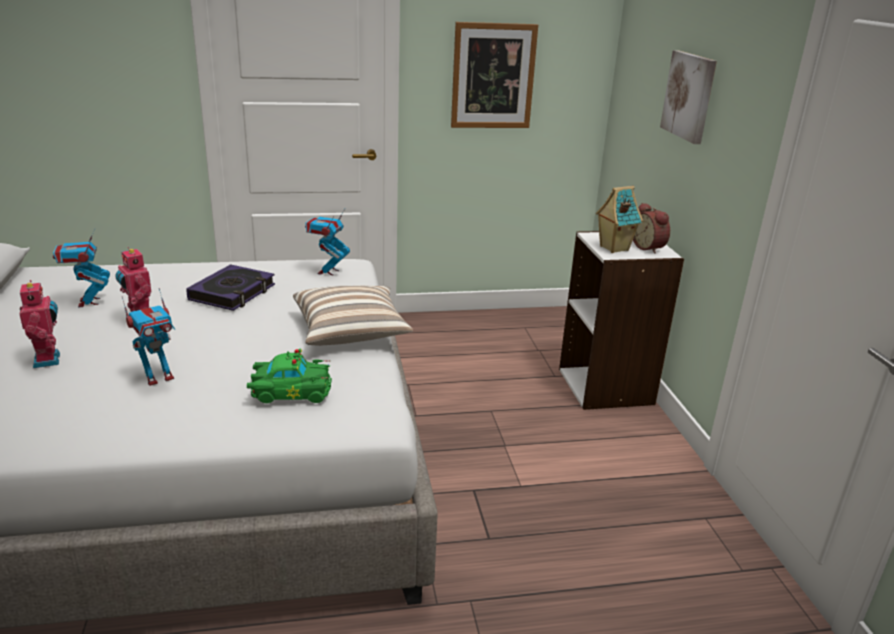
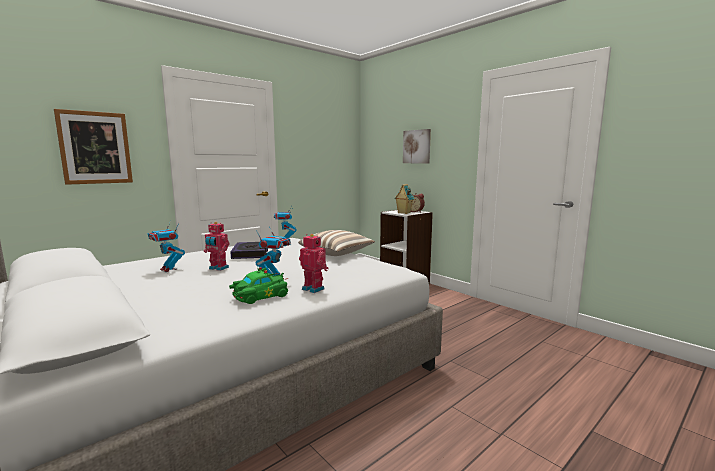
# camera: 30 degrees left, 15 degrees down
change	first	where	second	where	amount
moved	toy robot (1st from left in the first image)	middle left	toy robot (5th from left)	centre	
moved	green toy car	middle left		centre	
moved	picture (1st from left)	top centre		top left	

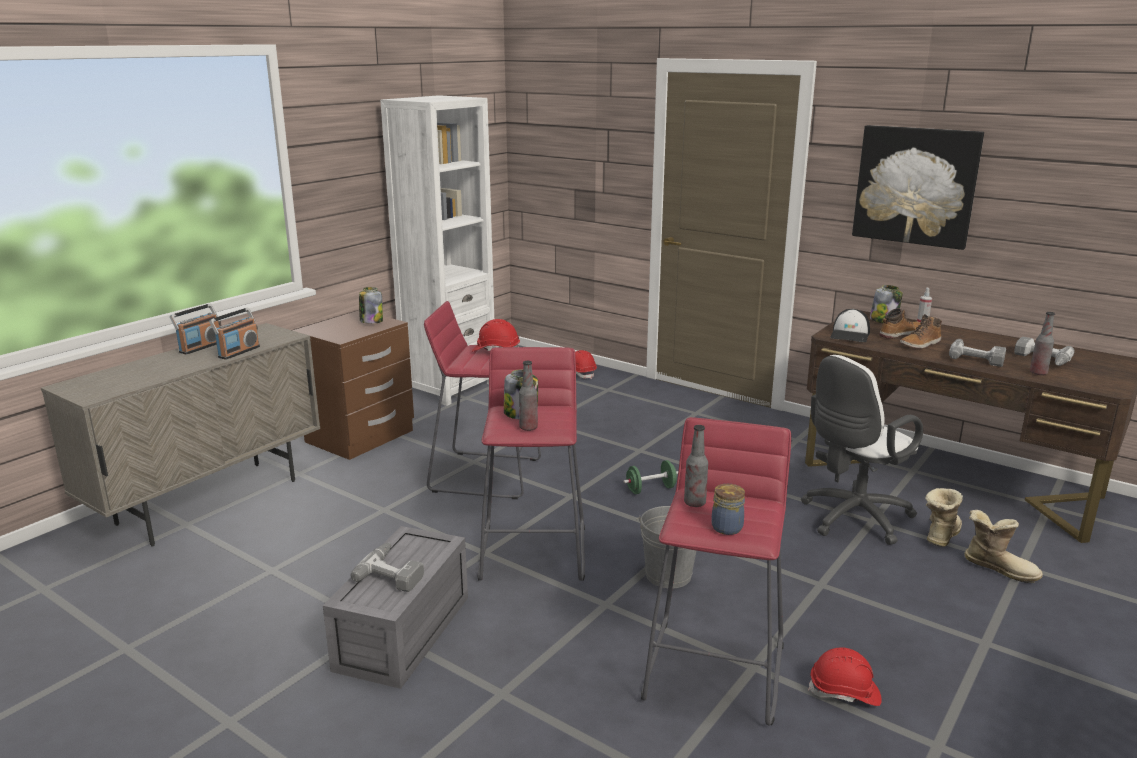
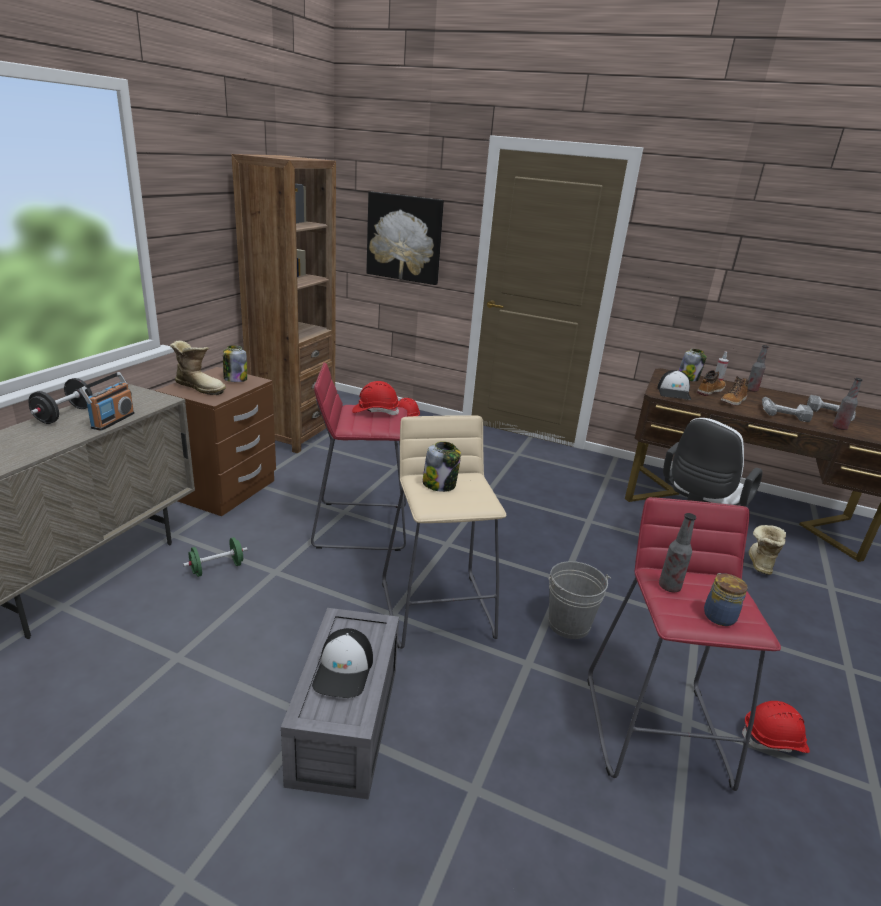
# camera: 15 degrees left, 5 degrees up
change	first	where	second	where	amount
replaced	radio (1st from left)	middle left	black dumbbell	middle left	
replaced	power drill (1st from left)	bottom centre	cap (1st from left)	bottom centre	
recoloured	white bookcase	top centre	brown bookcase	middle left	
recoloured	red stool (2nd from left)	centre	beige stool	centre	
moved	bottle (1st from left in the first image)	centre	bottle (2nd from left)	middle right	
moved	green dumbbell	centre		middle left	
moved	picture	top right		top centre	
moved	boot (4th from left in the first image)	bottom right	boot (1st from left)	middle left	

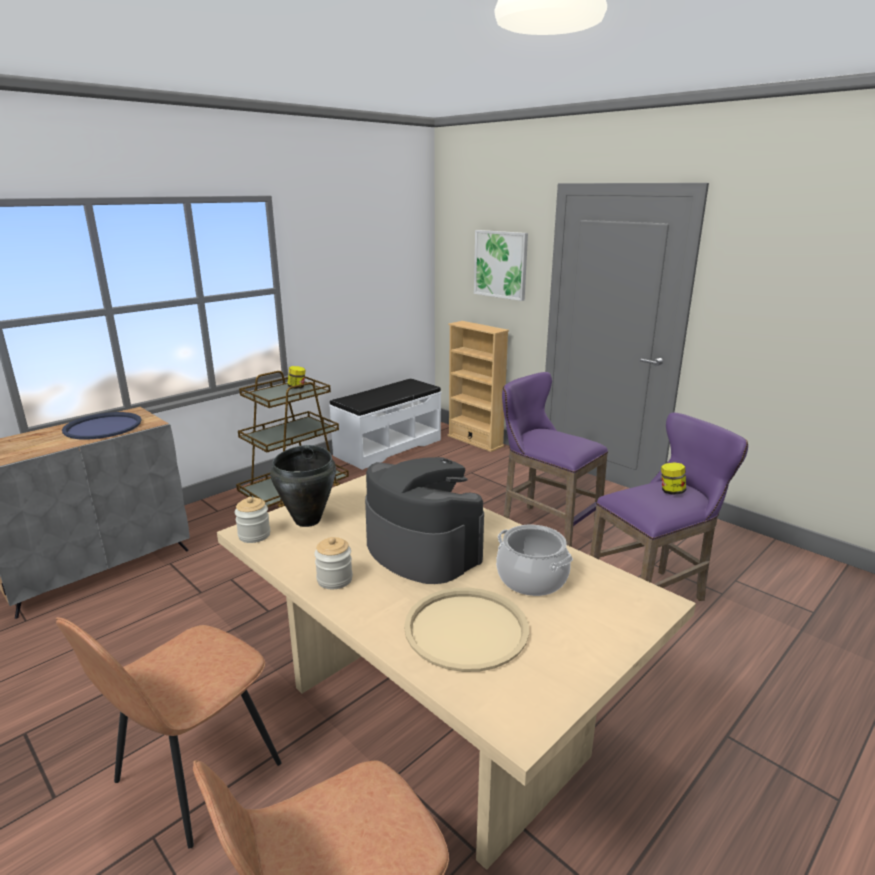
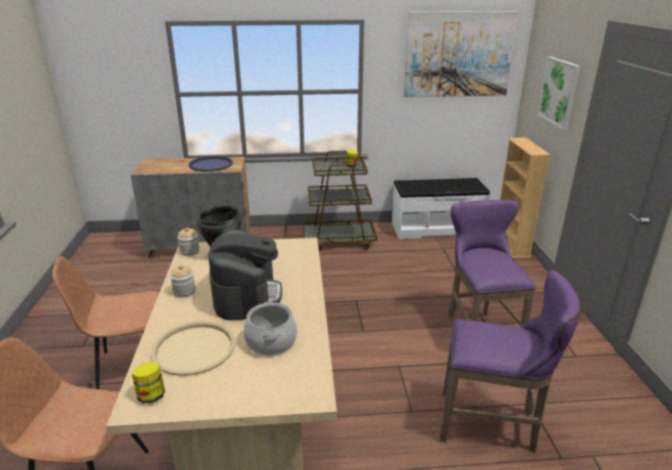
# camera: 40 degrees right, 5 degrees up
change	first	where	second	where	amount
moved	jar (4th from left in the first image)	middle right	jar (1st from left)	bottom left	
added			picture (1st from left)	top right	

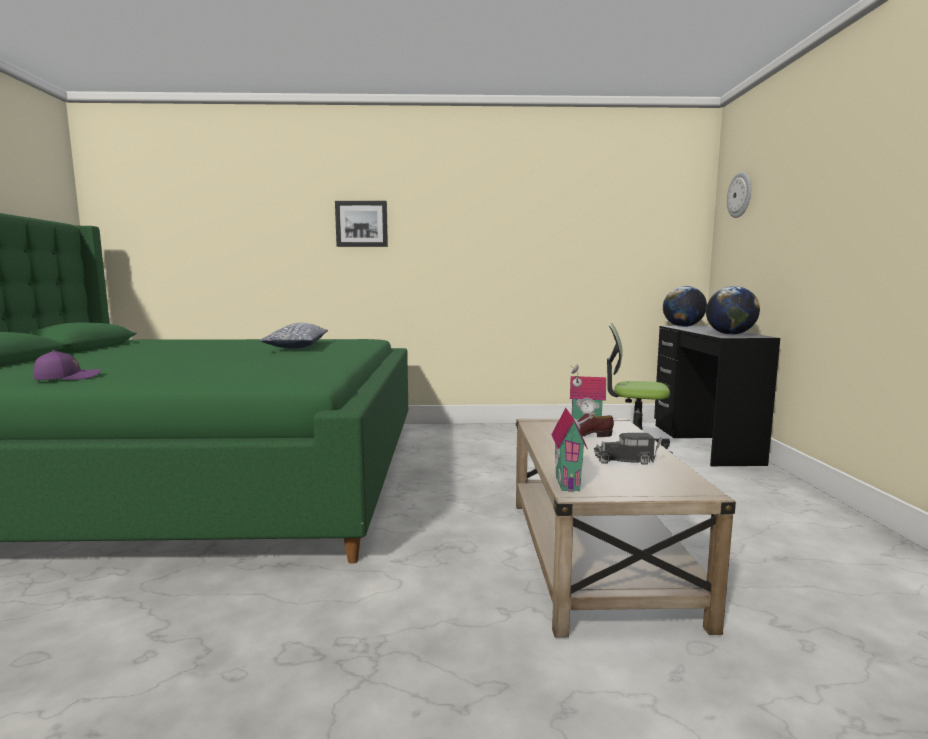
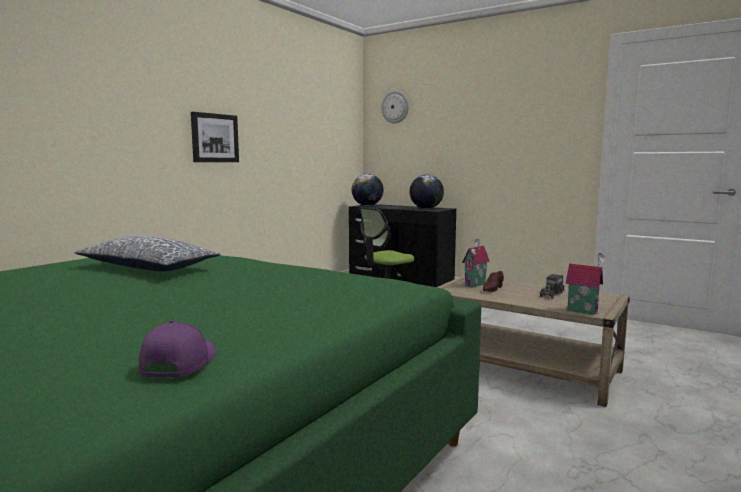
# camera: 55 degrees left, 0 degrees up
change	first	where	second	where	amount
moved	picture	top centre		top left	

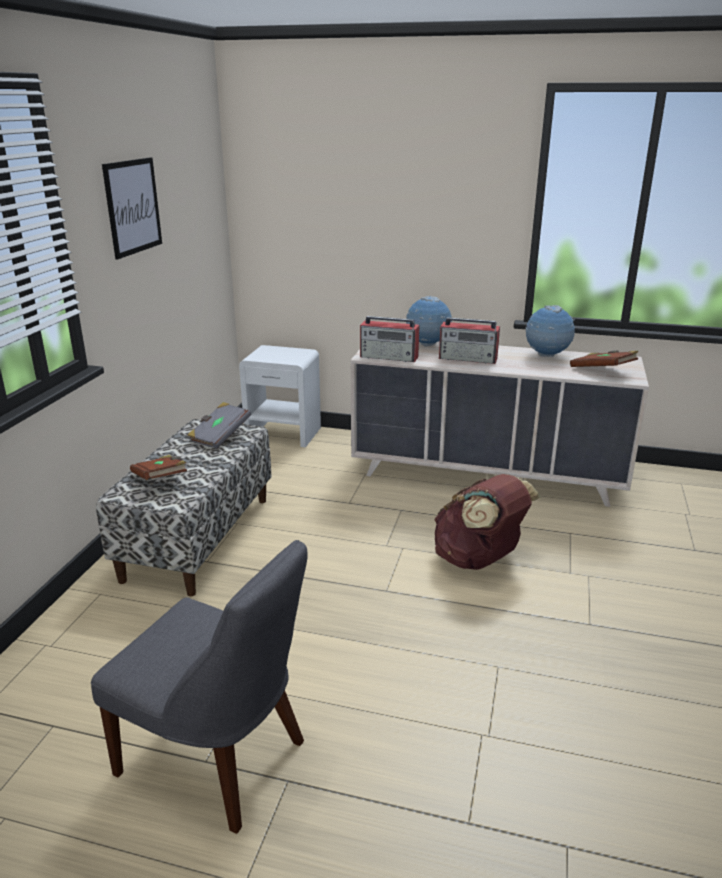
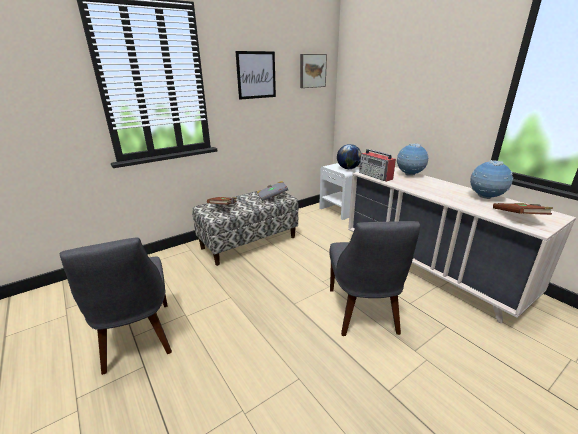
# camera: 40 degrees right, 0 degrees up
change	first	where	second	where	amount
replaced	brown backpack	middle right	grey chair (2nd from left)	centre	
removed	radio (2nd from left)	centre			
added			picture (2nd from left)	top centre	
added			globe (1st from left)	centre	

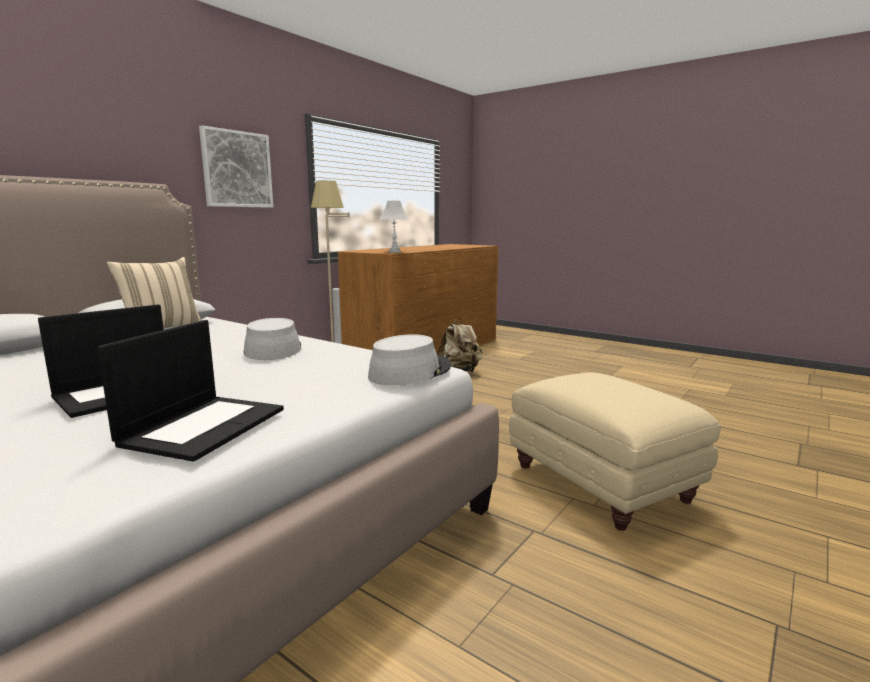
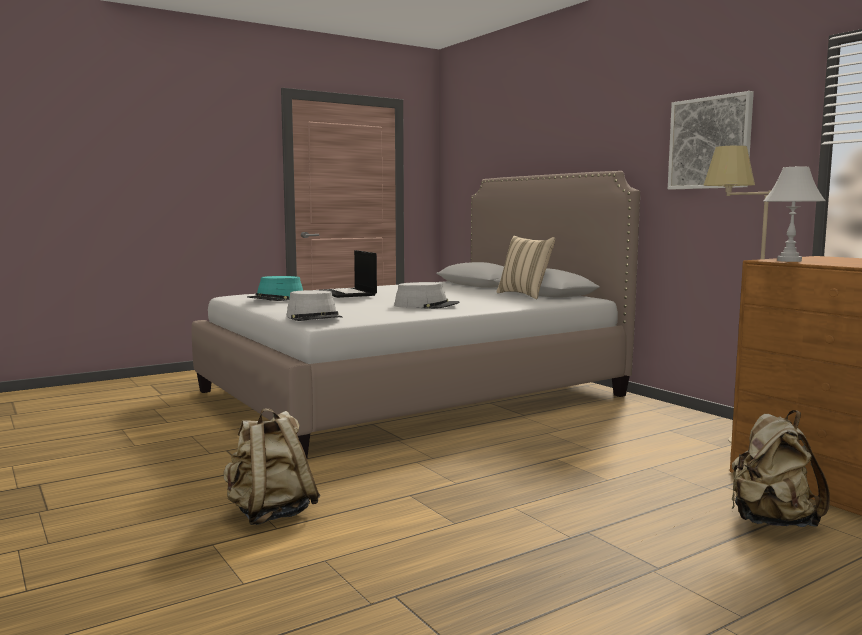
# camera: 110 degrees right, 5 degrees down
change	first	where	second	where	amount
replaced	laptop (2nd from left)	middle left	turquoise hat	middle left	
replaced	beige ottoman	middle right	beige backpack (1st from left)	bottom left	

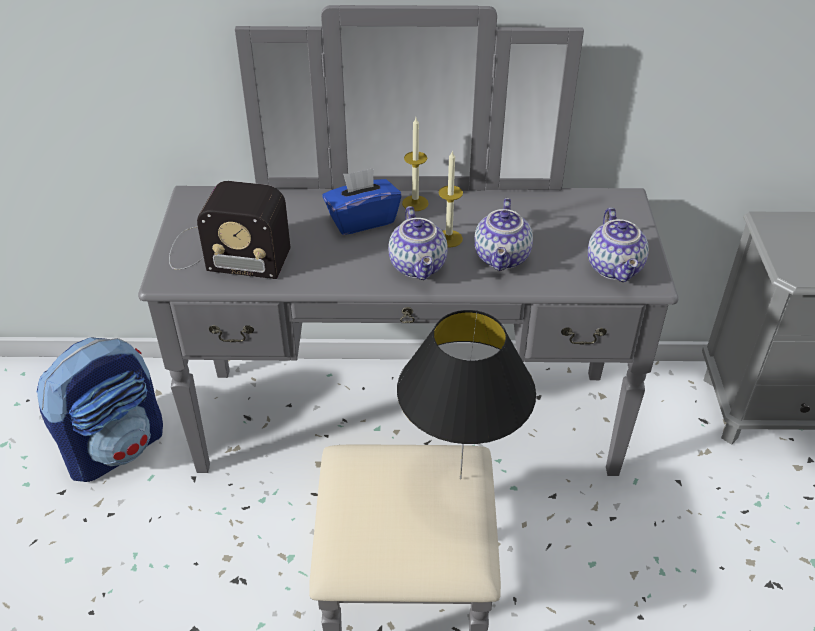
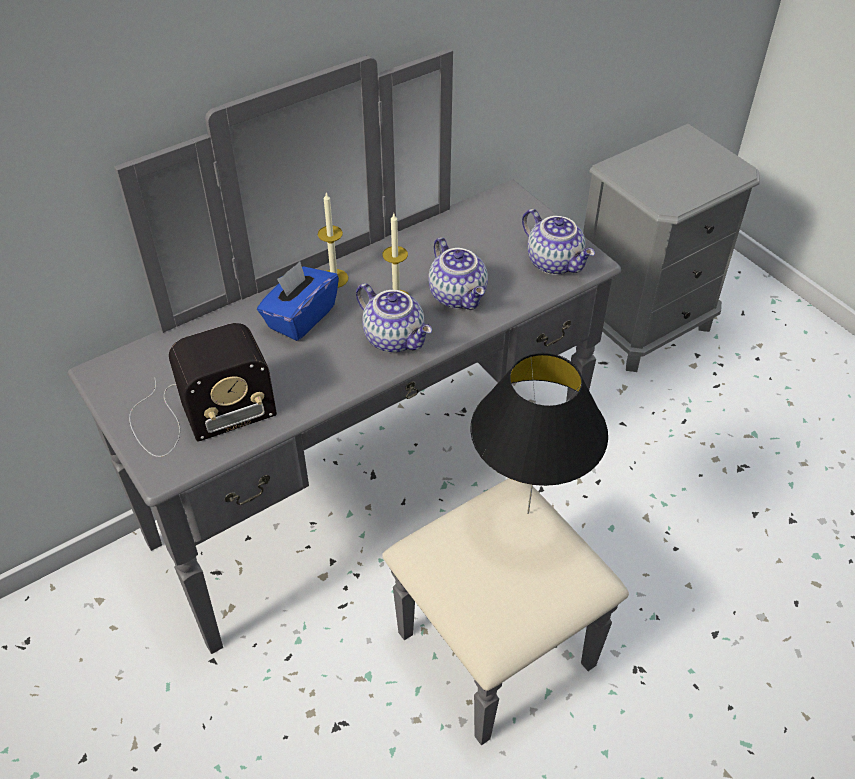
# camera: 35 degrees left, 5 degrees up
change	first	where	second	where	amount
removed	backpack	middle left			

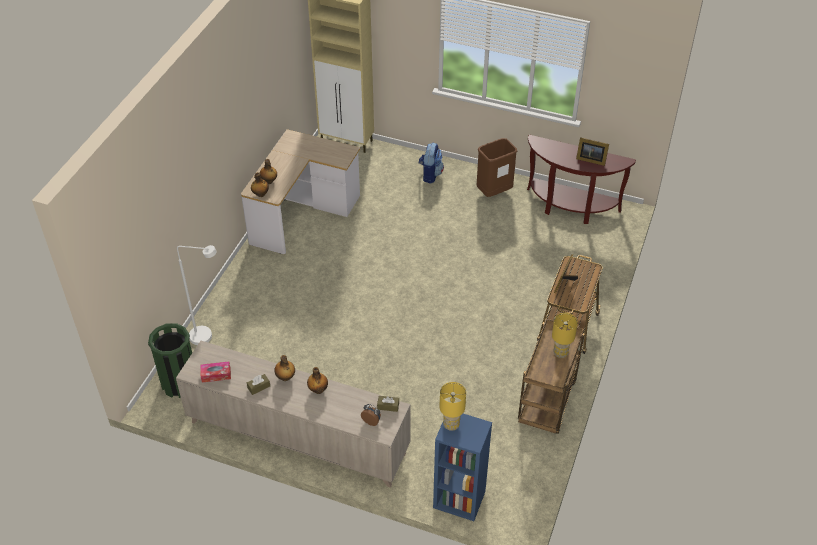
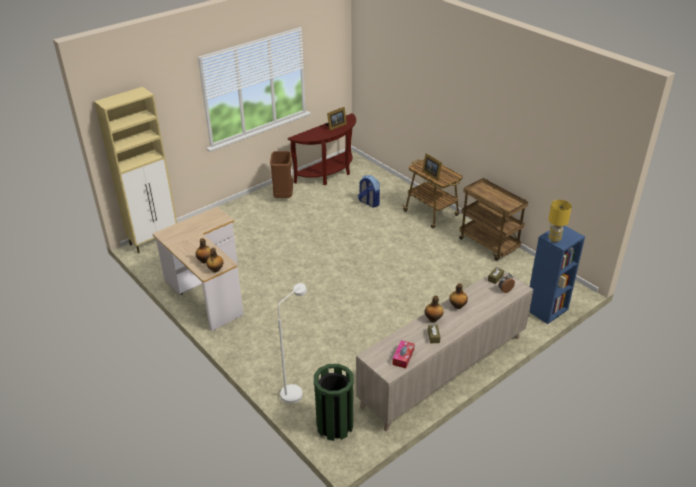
# camera: 60 degrees left, 10 degrees down
change	first	where	second	where	amount
moved	backpack	top centre		centre	
removed	yellow table lamp (2nd from left)	middle right			

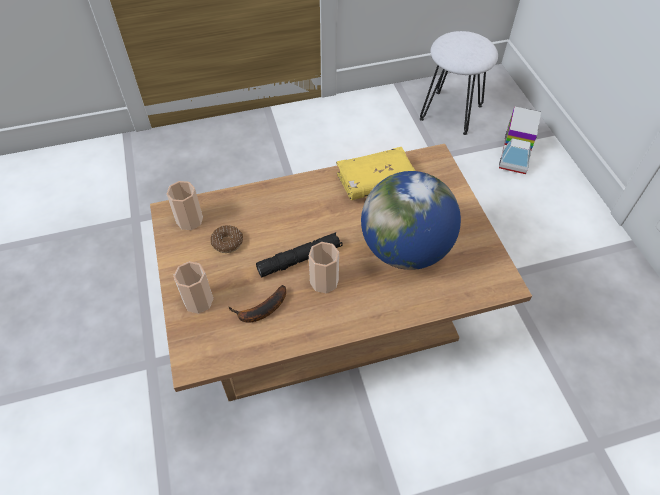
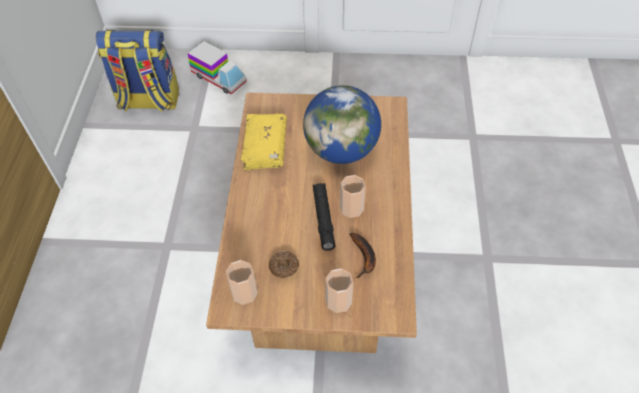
# camera: 70 degrees left, 0 degrees up
change	first	where	second	where	amount
replaced	white stool	top right	backpack	top left	

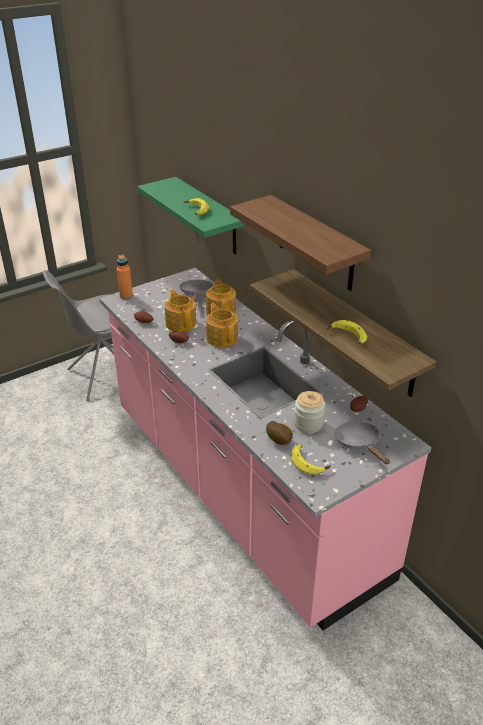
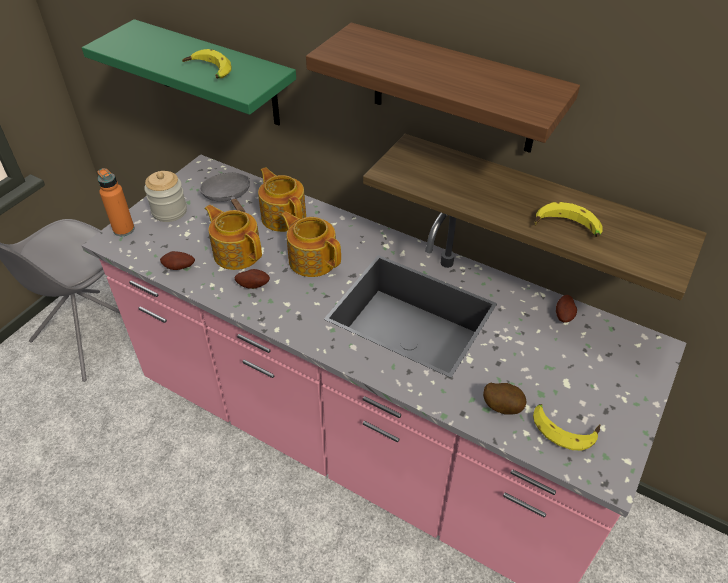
# camera: 25 degrees left, 10 degrees up
change	first	where	second	where	amount
moved	jar	centre		middle left	
removed	grey frying pan (2nd from left)	middle right			

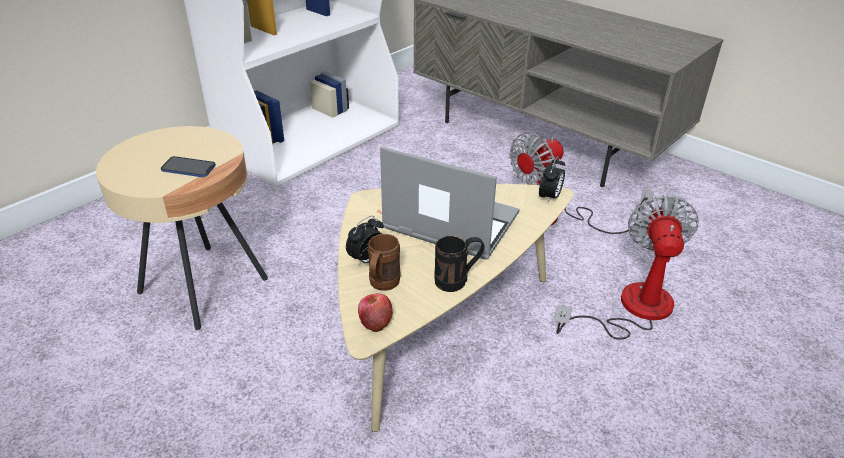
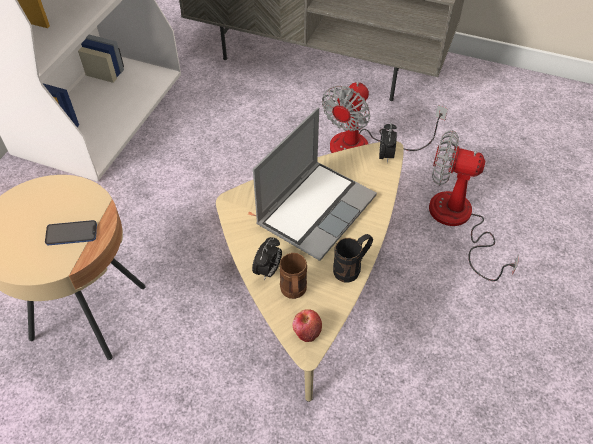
# camera: 20 degrees left, 15 degrees up
change	first	where	second	where	amount
turned	laptop	centre		centre	120 degrees clockwise
turned	fan (2nd from left)	middle right		middle right	60 degrees counterclockwise

